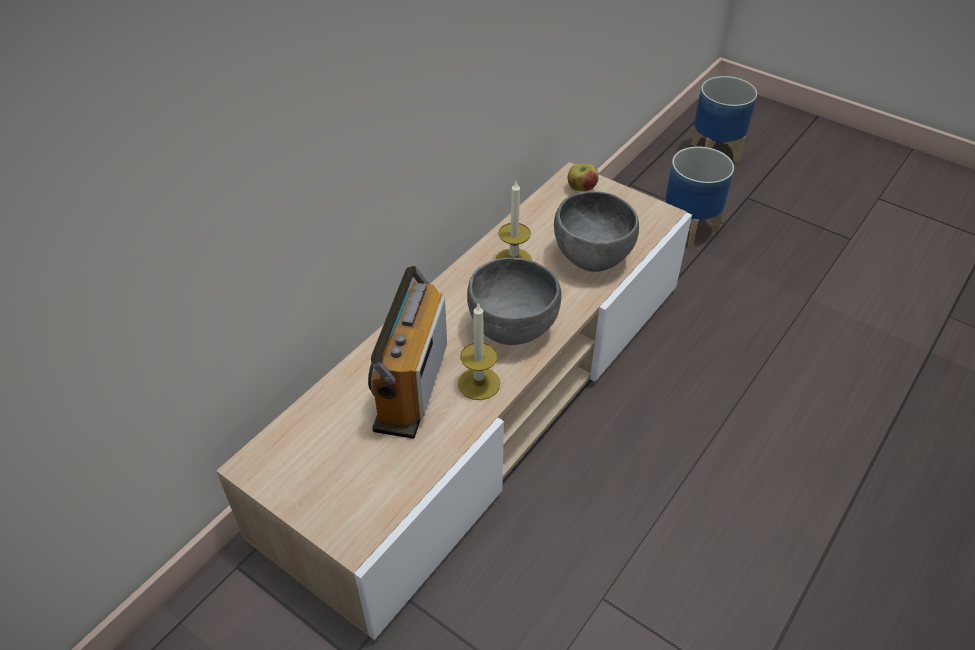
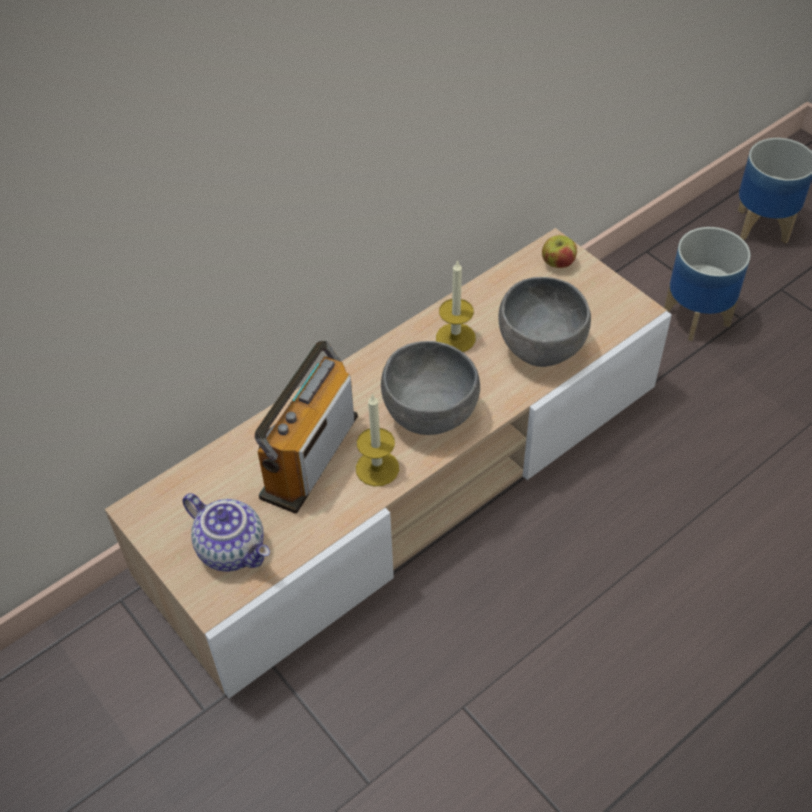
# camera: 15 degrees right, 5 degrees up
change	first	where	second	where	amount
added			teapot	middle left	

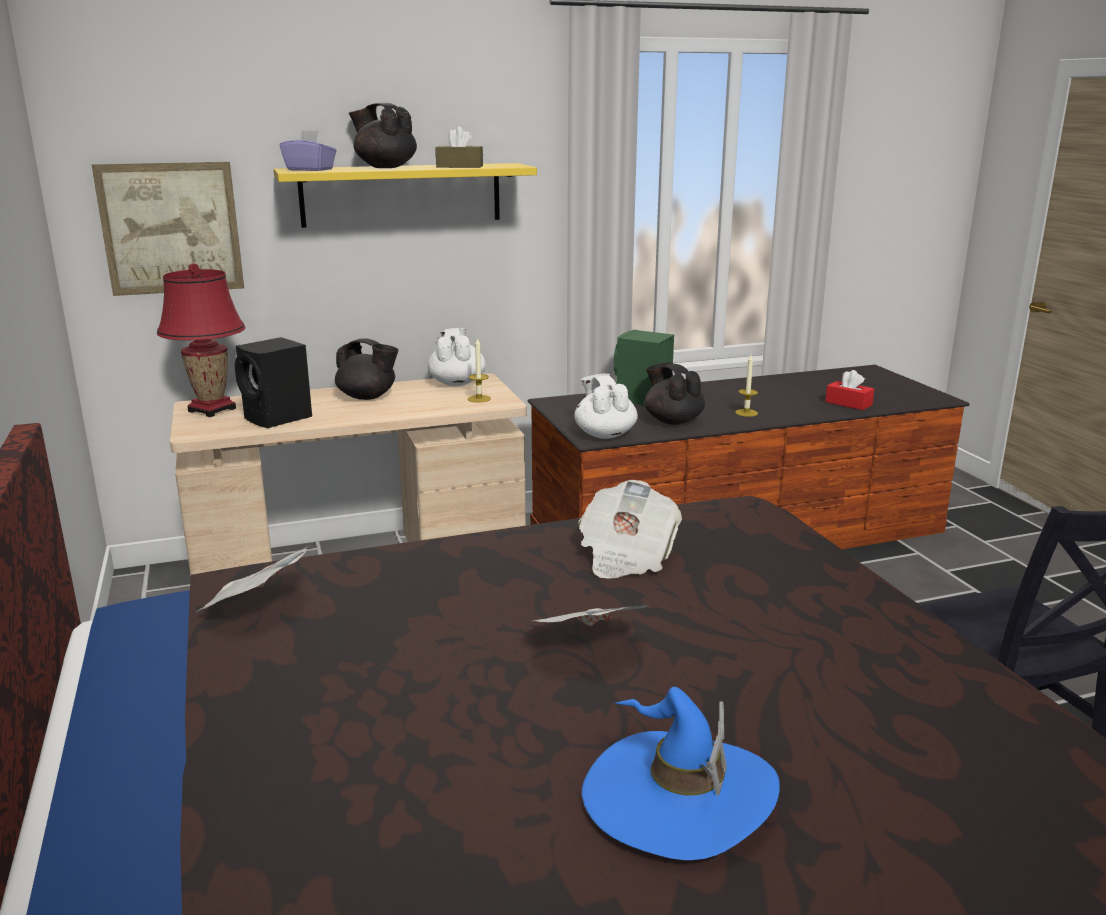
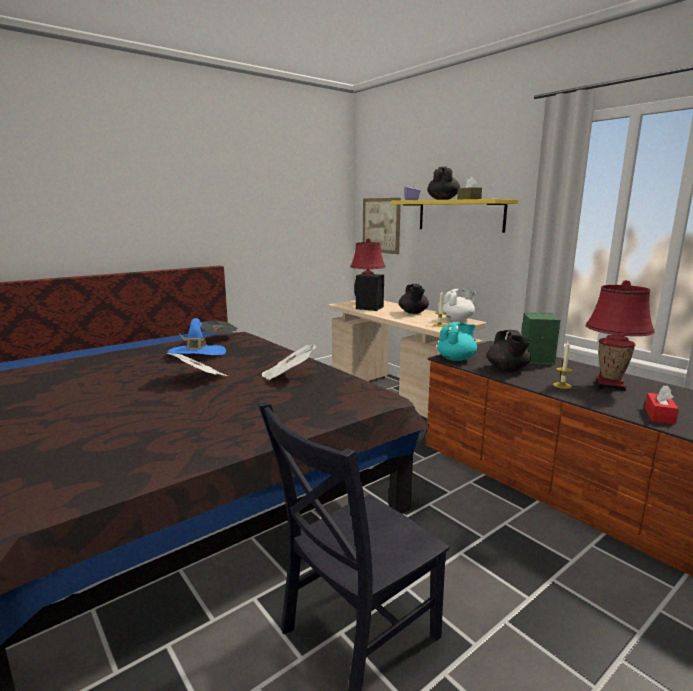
# camera: 70 degrees right, 5 degrees down
change	first	where	second	where	amount
recoloured	white teapot (2nd from left)	centre	turquoise teapot	centre	
moved	blue hat	bottom centre		middle left	
turned	black teapot (3rd from left)	centre		middle right	135 degrees clockwise
added			red table lamp (2nd from left)	middle right	

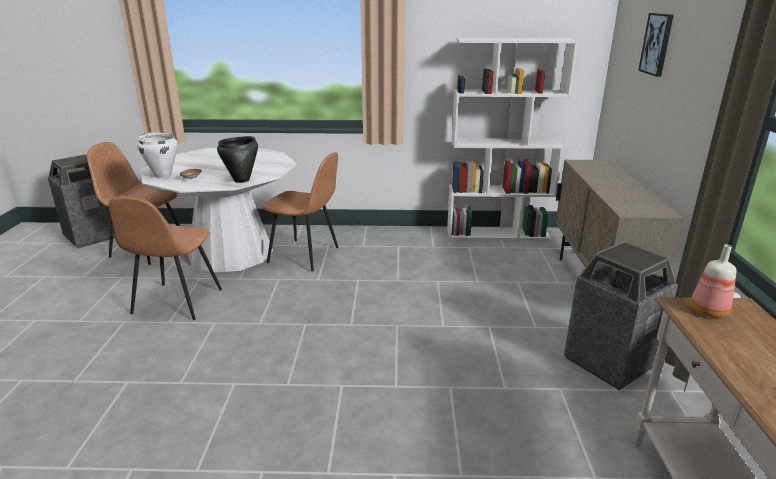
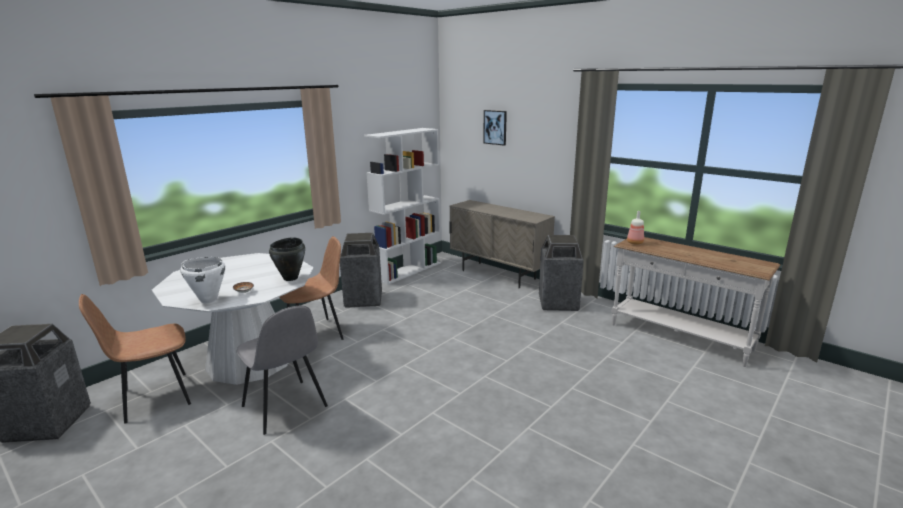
# camera: 50 degrees left, 5 degrees down
change	first	where	second	where	amount
recoloured	brown chair (2nd from left)	middle left	grey chair	bottom left	
added			trash can (2nd from left)	centre	

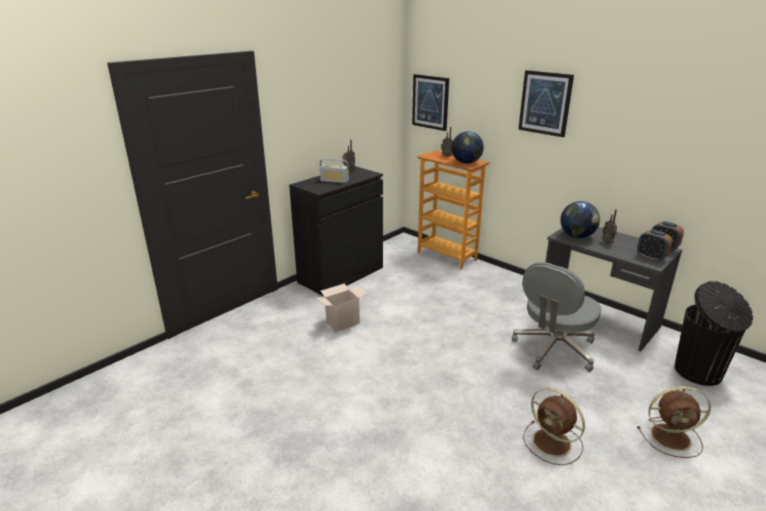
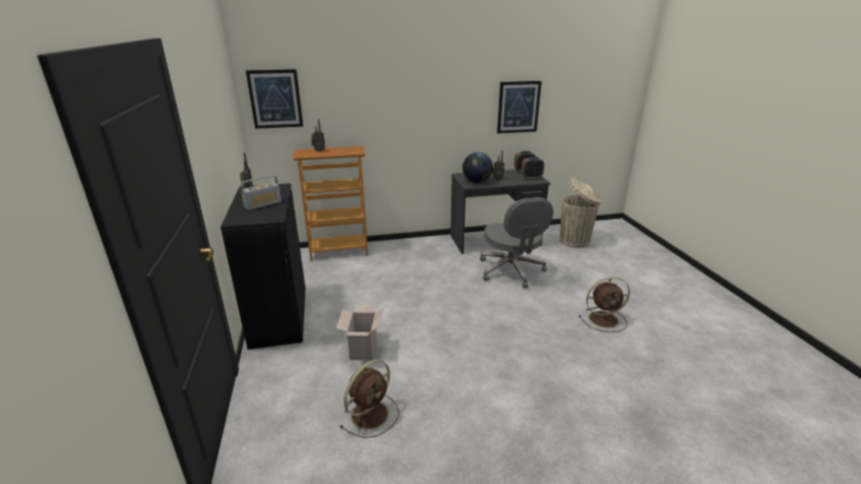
# camera: 55 degrees left, 0 degrees up
change	first	where	second	where	amount
removed	globe (1st from left)	top centre			
moved	picture (2nd from left)	top right		top centre	
moved	brown fan (2nd from left in the first image)	bottom right	brown fan (1st from left)	bottom centre	
recoloured	black trash can	middle right	beige trash can	middle right	

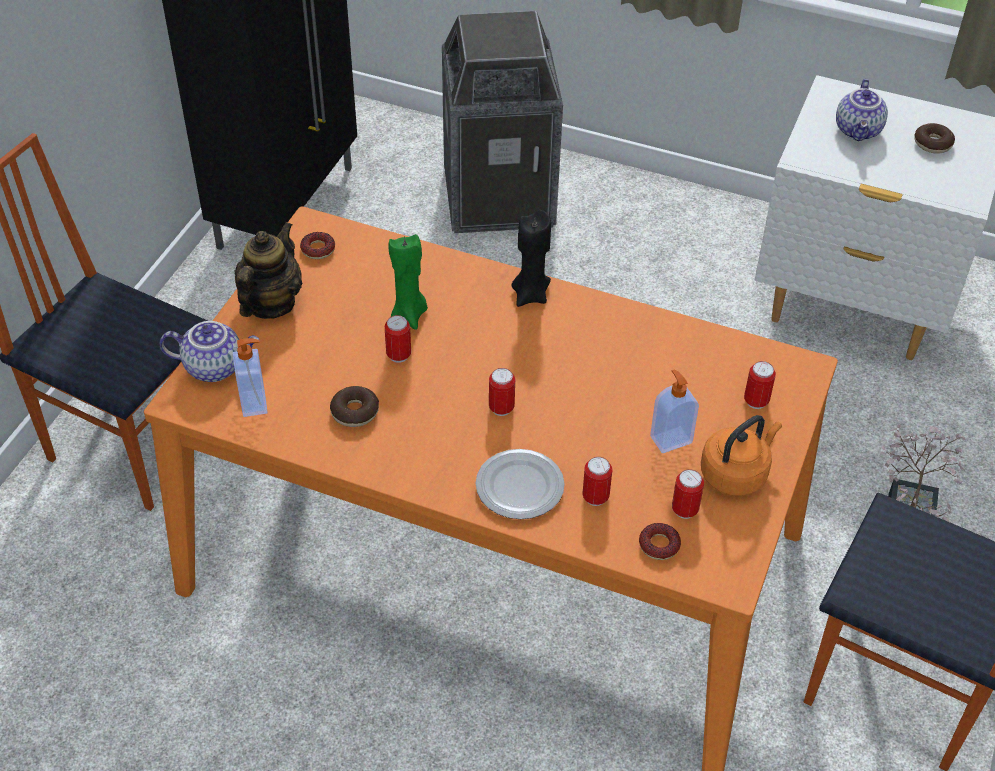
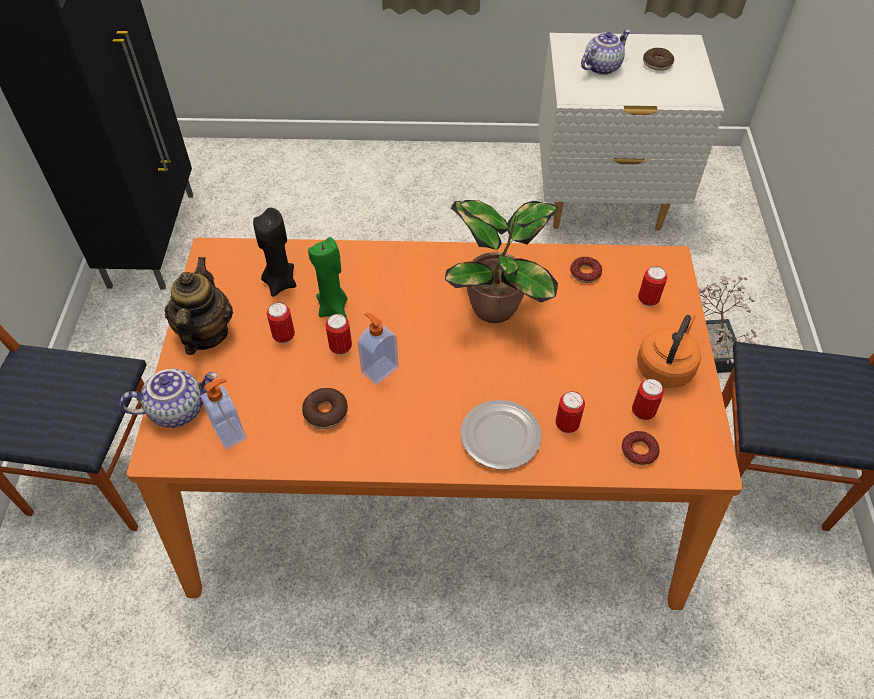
# camera: 20 degrees left, 5 degrees up
change	first	where	second	where	amount
moved	donut (1st from left in the first image)	top left	donut (2nd from left)	middle right	
removed	trash can	top centre			
moved	can (2nd from left in the first image)	centre	can (1st from left)	middle left	
moved	black candle	centre		middle left	
moved	soap dispenser (2nd from left)	middle right		centre	
turned	teapot (3rd from left)	top right		top right	120 degrees counterclockwise
added			potted plant (1st from left)	centre	

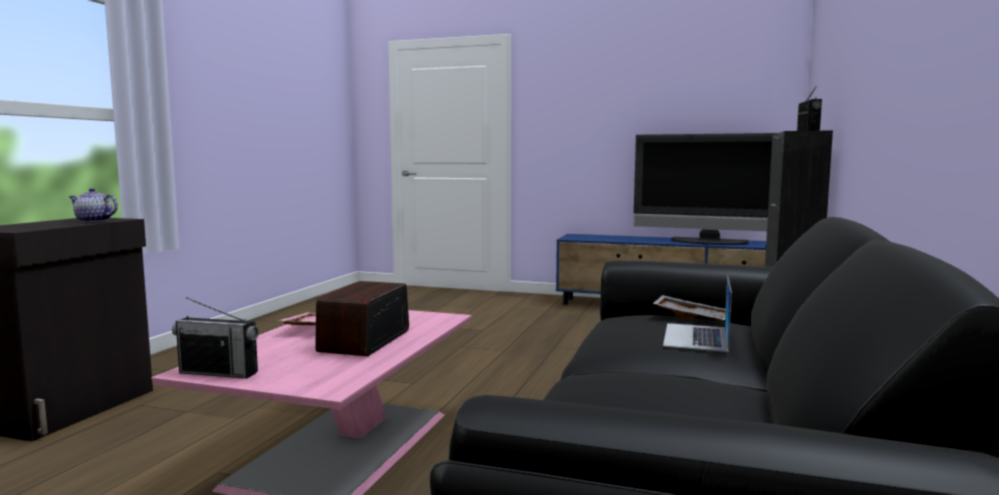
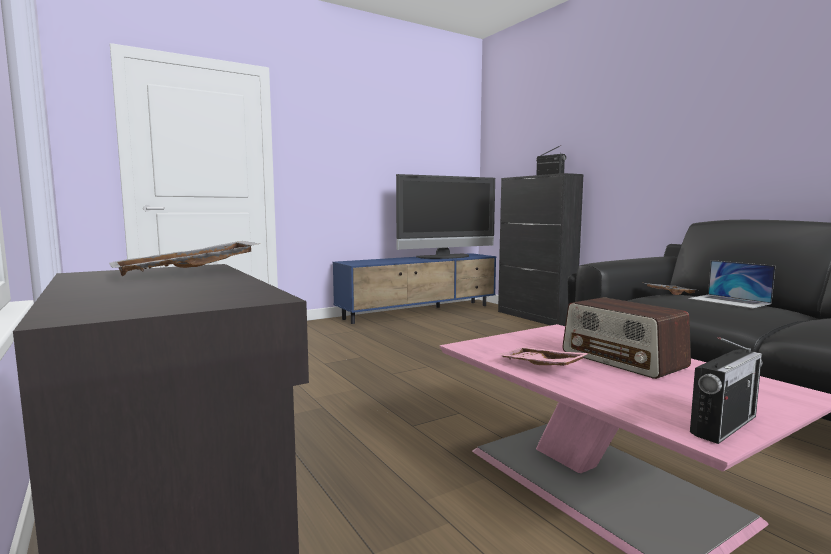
# camera: 50 degrees left, 0 degrees up
change	first	where	second	where	amount
replaced	teapot	middle left	grey tray (1st from left)	middle left	

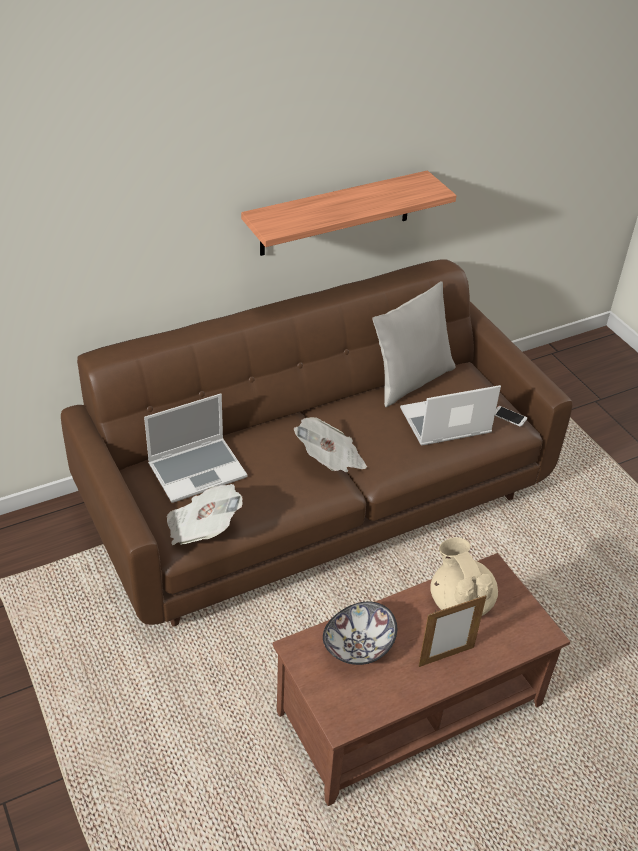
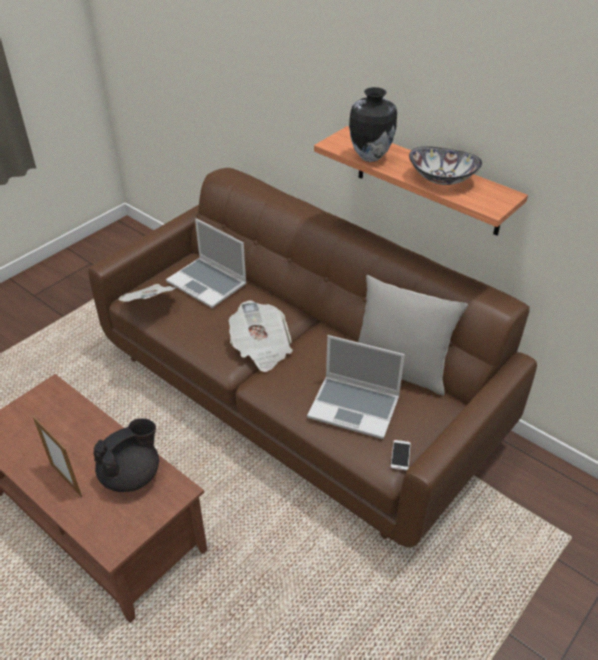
# camera: 70 degrees right, 0 degrees up
change	first	where	second	where	amount
moved	bowl	bottom centre		top right	
turned	laptop (2nd from left)	middle right		centre	150 degrees clockwise
recoloured	beige teapot	bottom right	black teapot	bottom left	
added			vase	top centre	

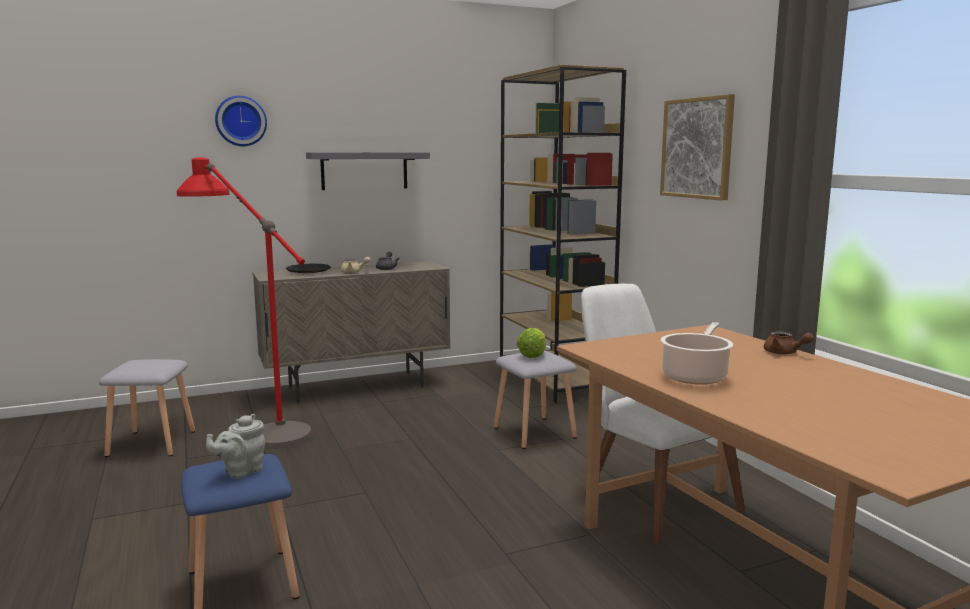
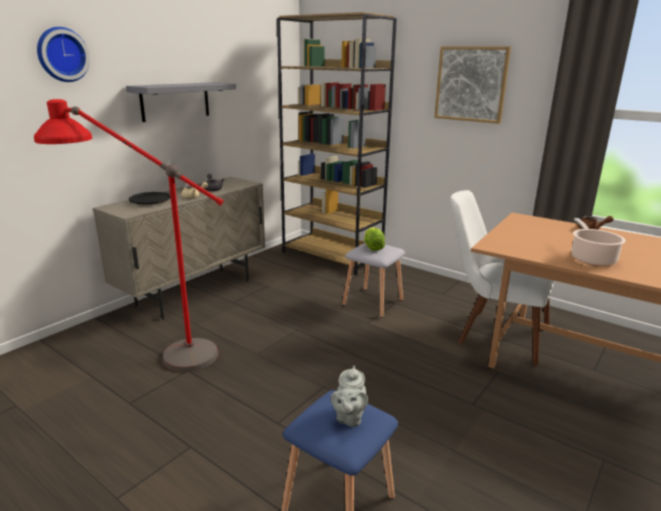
# camera: 30 degrees left, 10 degrees up
change	first	where	second	where	amount
removed	grey stool (1st from left)	bottom left			

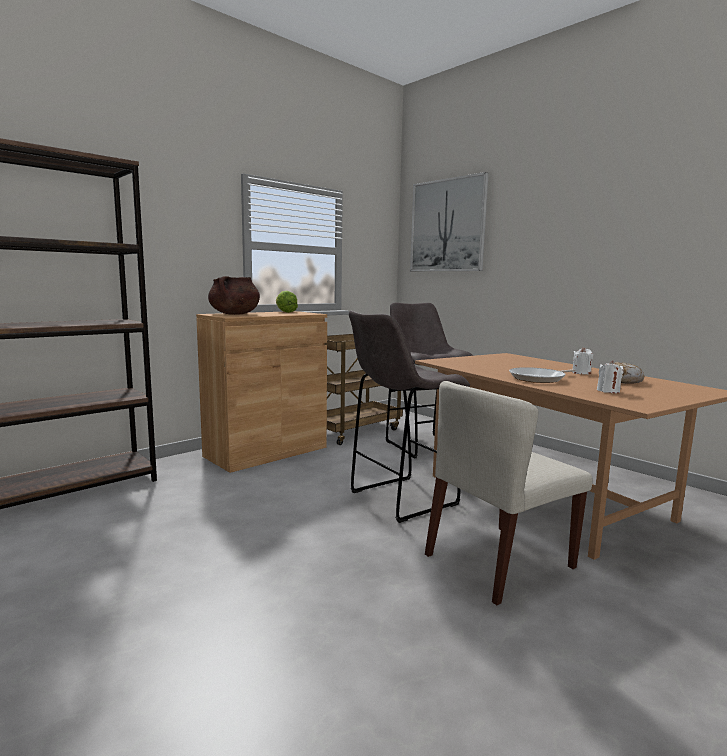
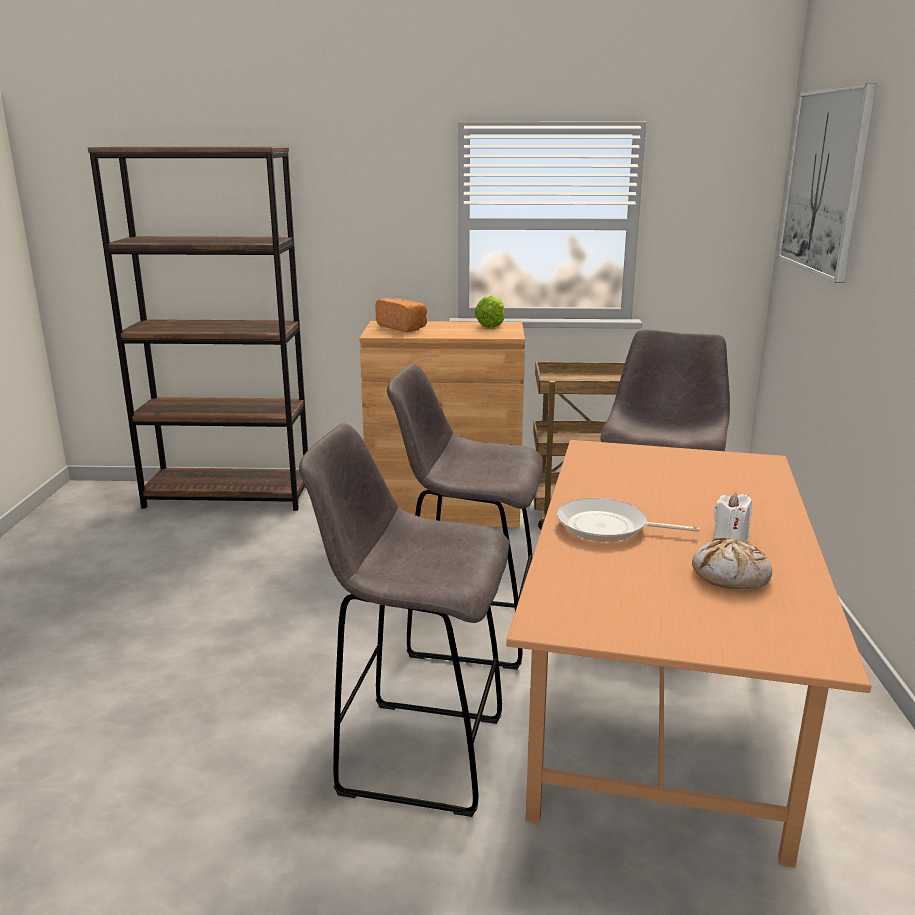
# camera: 45 degrees right, 10 degrees up
change	first	where	second	where	amount
replaced	brown cooking pot	middle left	bread (1st from left)	centre	
replaced	beige chair	middle right	grey stool (1st from left)	bottom centre	
removed	white candle (2nd from left)	middle right			

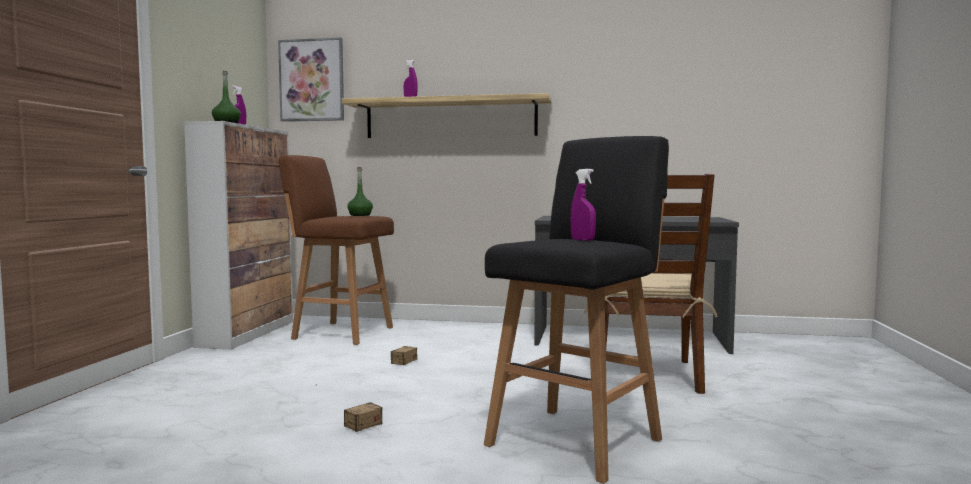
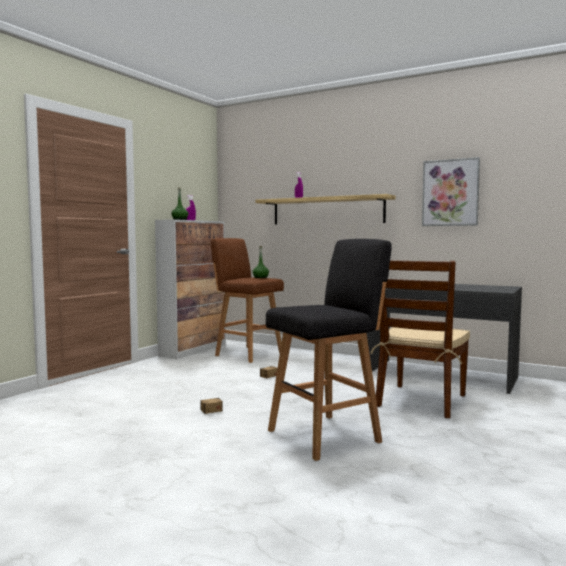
# camera: 20 degrees right, 0 degrees up
change	first	where	second	where	amount
moved	picture	top left		middle right	
removed	purple spray bottle (3rd from left)	centre			

